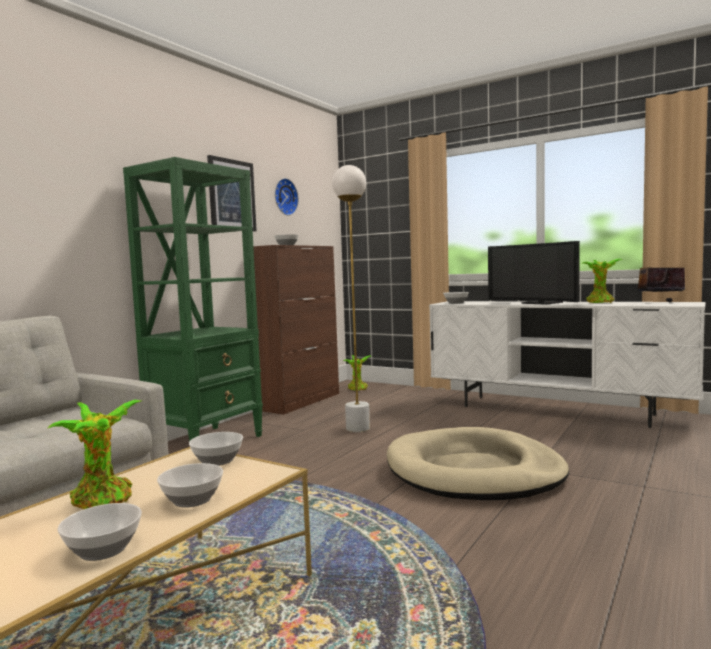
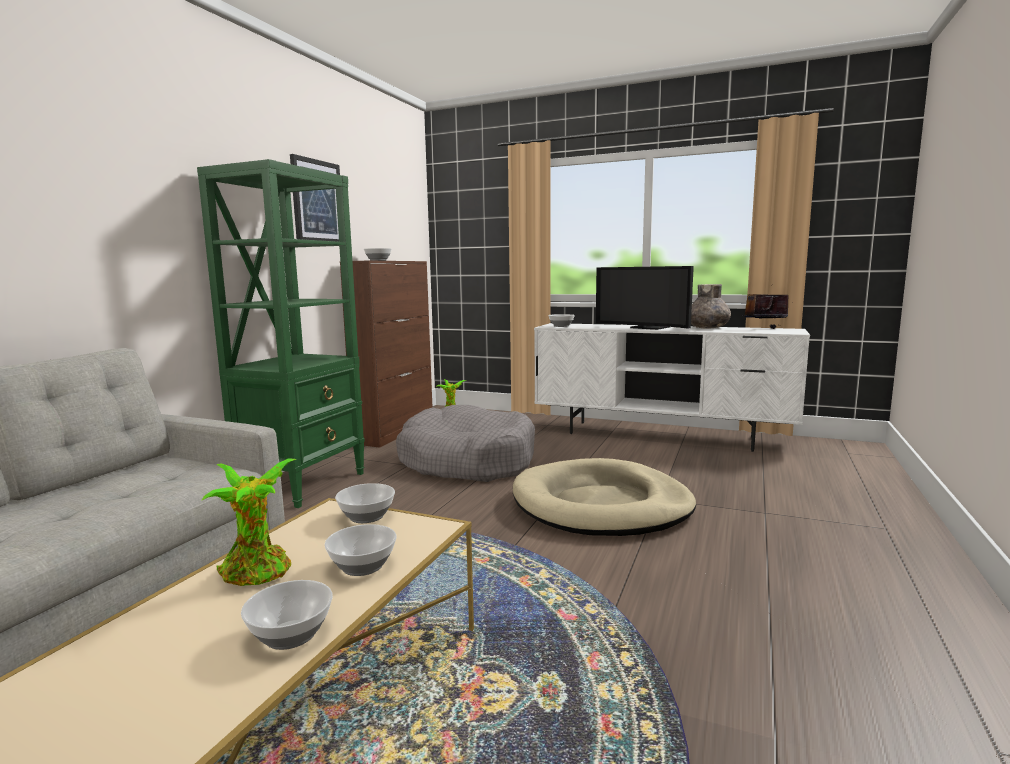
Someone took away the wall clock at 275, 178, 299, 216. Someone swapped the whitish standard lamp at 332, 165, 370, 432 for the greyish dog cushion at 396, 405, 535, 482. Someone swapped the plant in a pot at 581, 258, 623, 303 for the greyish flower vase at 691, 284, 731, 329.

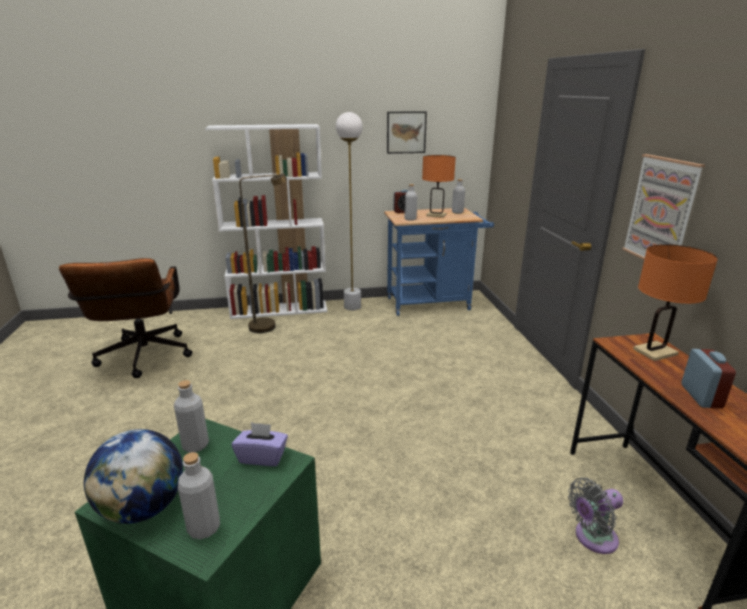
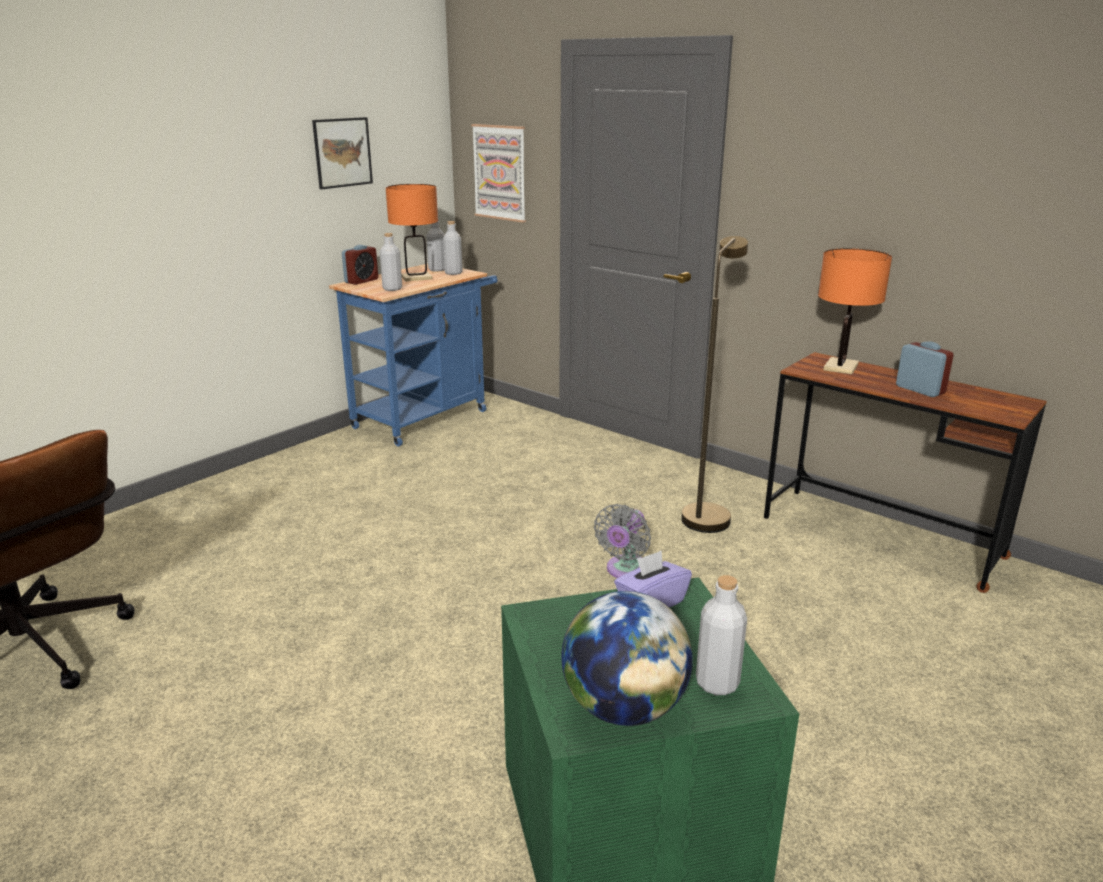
Someone carried the greyish beverage bottle from 174, 380, 209, 453 to 443, 221, 462, 275. Someone took away the whitish bookshelf at 205, 124, 327, 319. Someone carried the brownish standard lamp from 239, 174, 287, 333 to 681, 236, 748, 533. Someone took away the whitish standard lamp at 336, 112, 363, 311. Someone carried the greyish electric fan from 568, 478, 623, 554 to 594, 504, 651, 578. Someone carried the picture from 622, 154, 705, 260 to 471, 124, 526, 222.

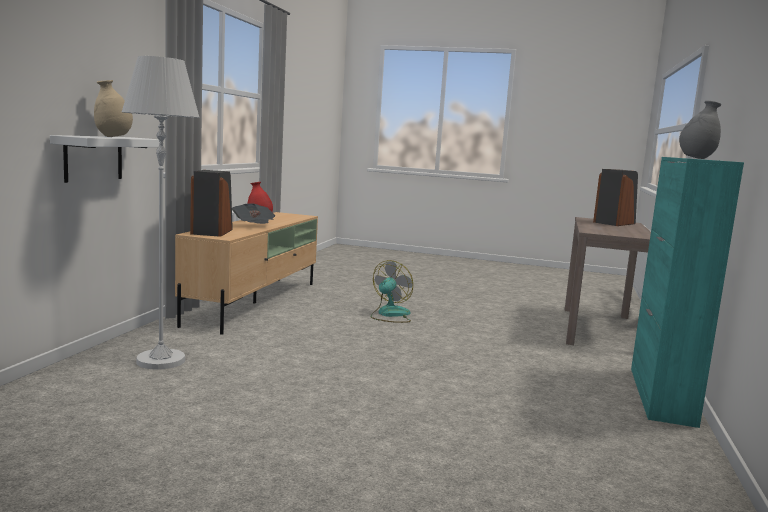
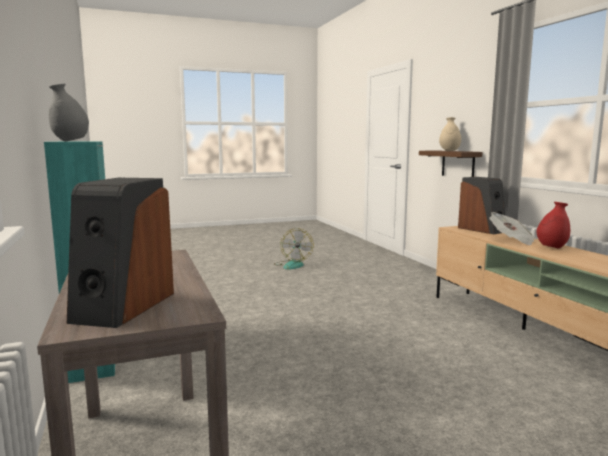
Someone repainted the whitish shelf at 50, 135, 163, 183, which became the brownish shelf at 419, 151, 483, 177. Someone took away the whitish standard lamp at 122, 56, 199, 370. Someone carried the electric fan from 371, 260, 413, 323 to 274, 228, 314, 269.

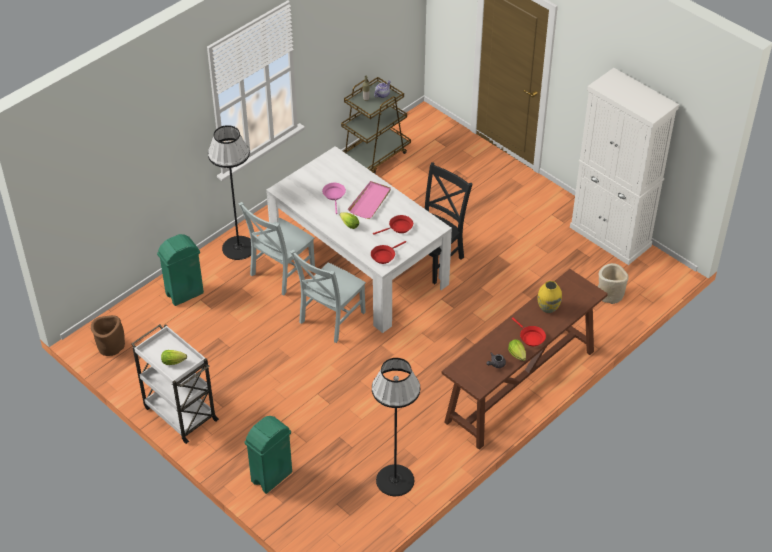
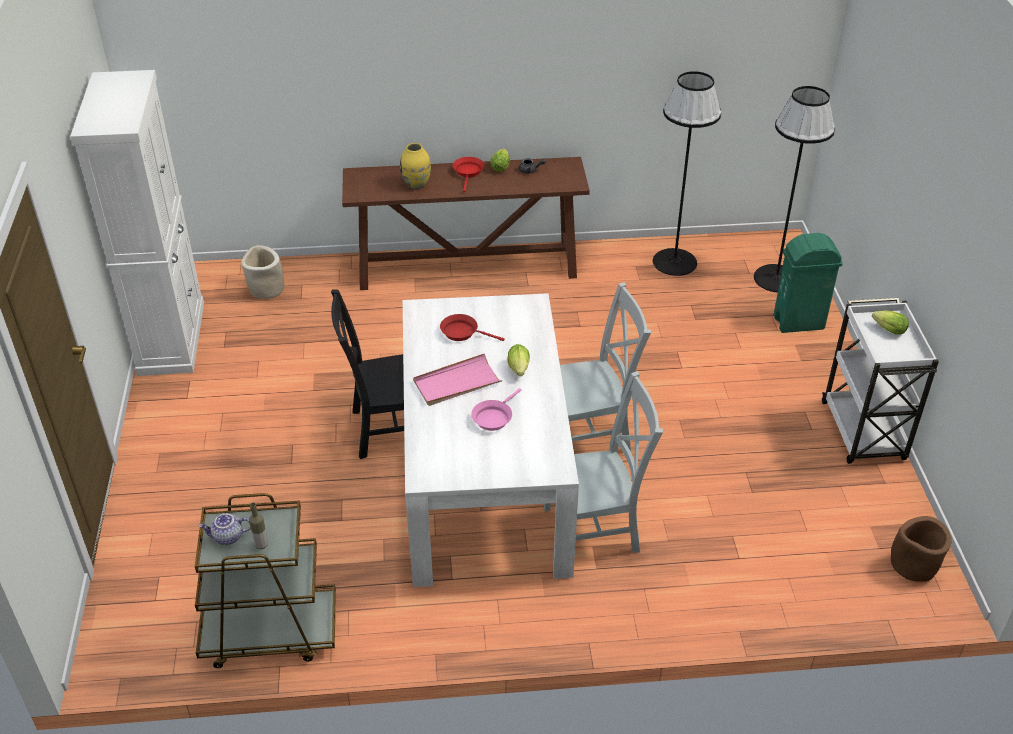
Someone took away the green trash can at 157, 234, 204, 306. Someone carried the black standard lamp from 208, 125, 251, 260 to 754, 86, 835, 292. Someone took away the red-coloured frying pan at 371, 241, 406, 264.

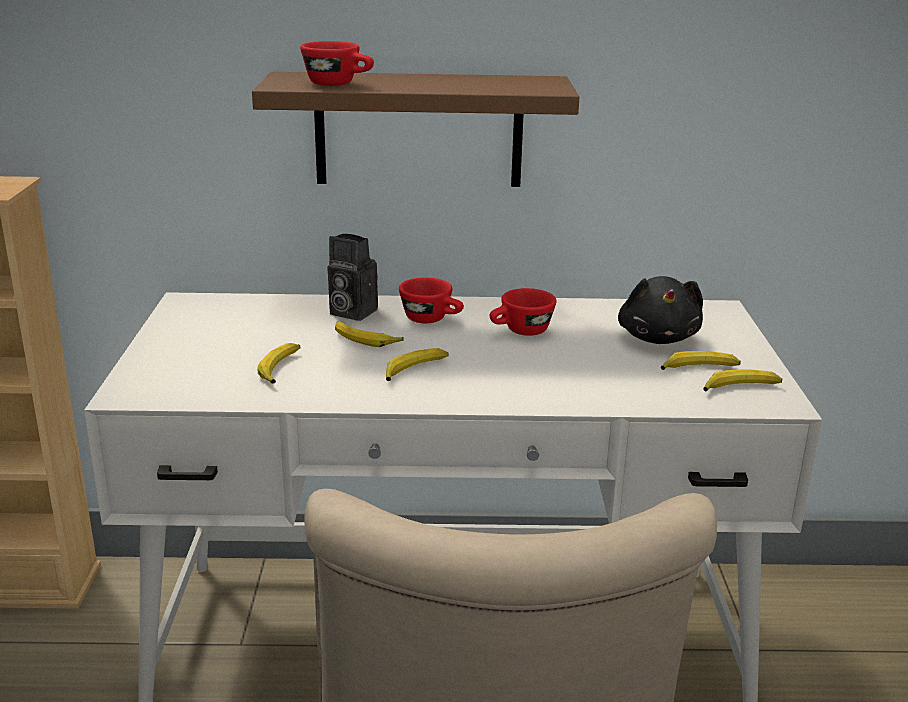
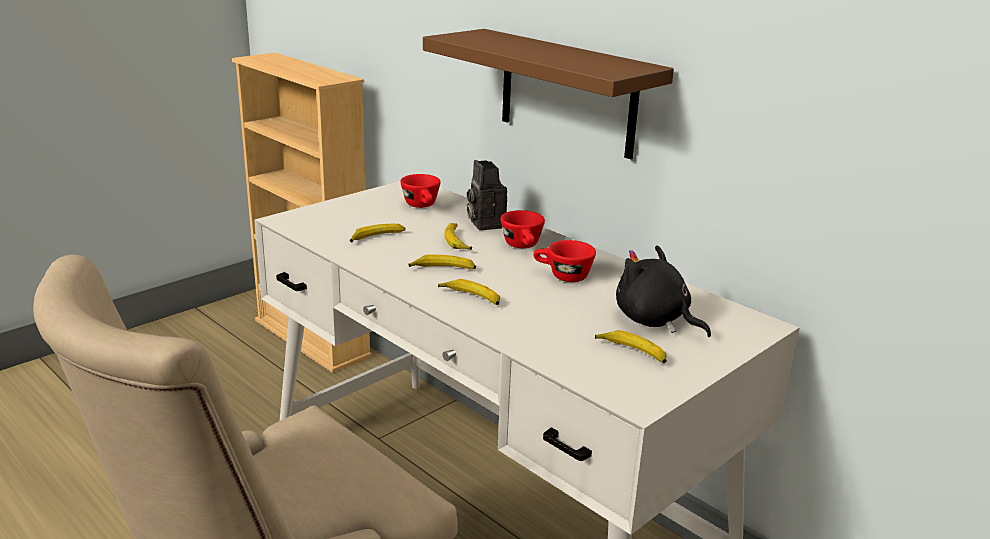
Someone carried the red-coloured small cup from 300, 41, 374, 86 to 400, 174, 441, 208. Someone rotated the black plush toy at 618, 276, 703, 344 by 90 degrees clockwise. Someone carried the banana fruit from 703, 369, 783, 391 to 438, 279, 500, 305.

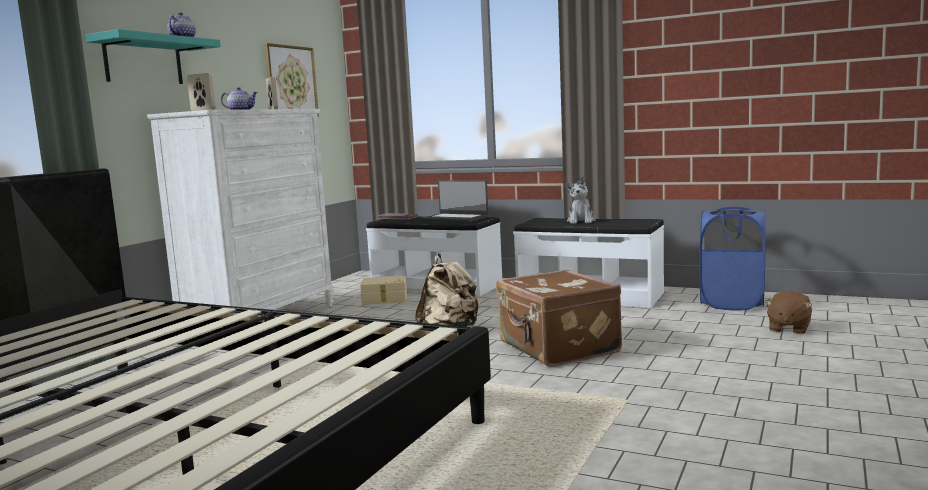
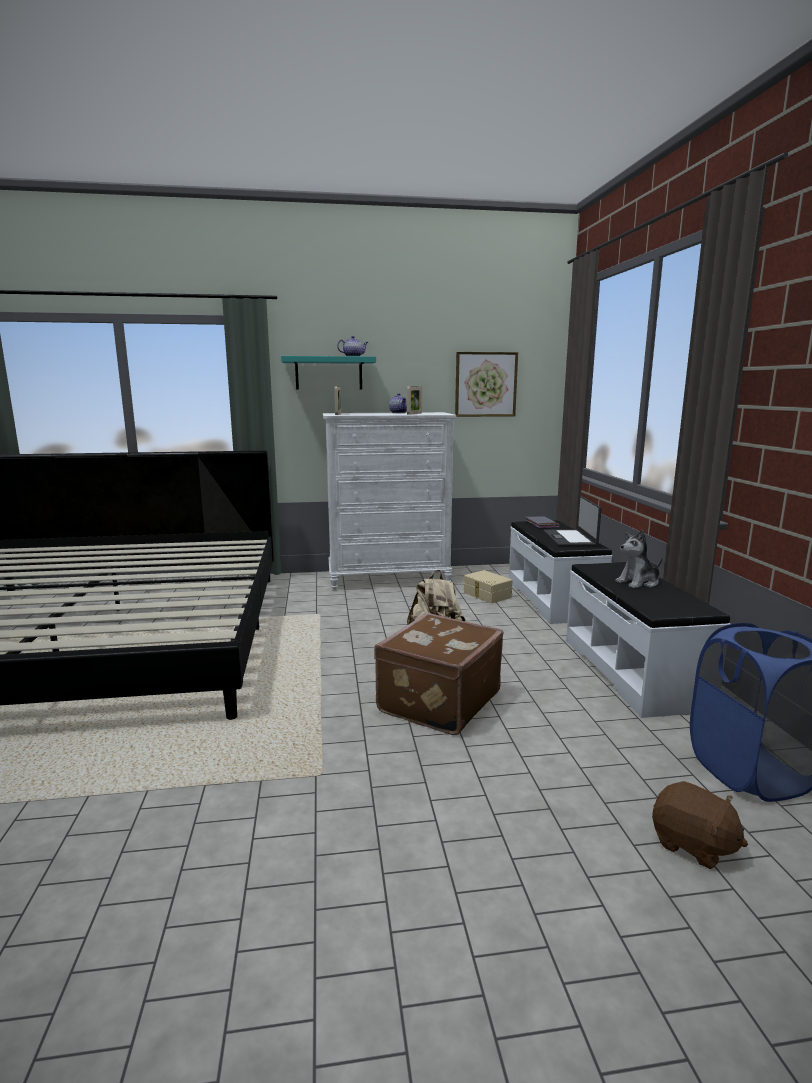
Someone rotated the brownish plush toy at 765, 291, 812, 334 by 135 degrees counterclockwise.

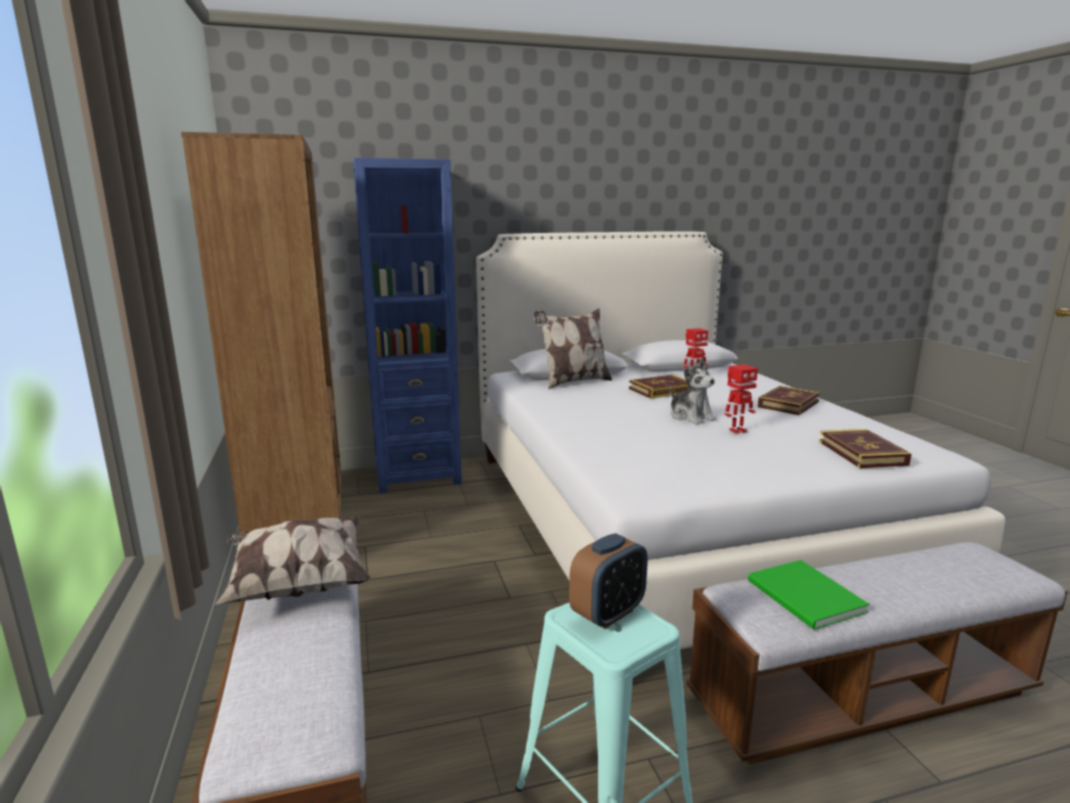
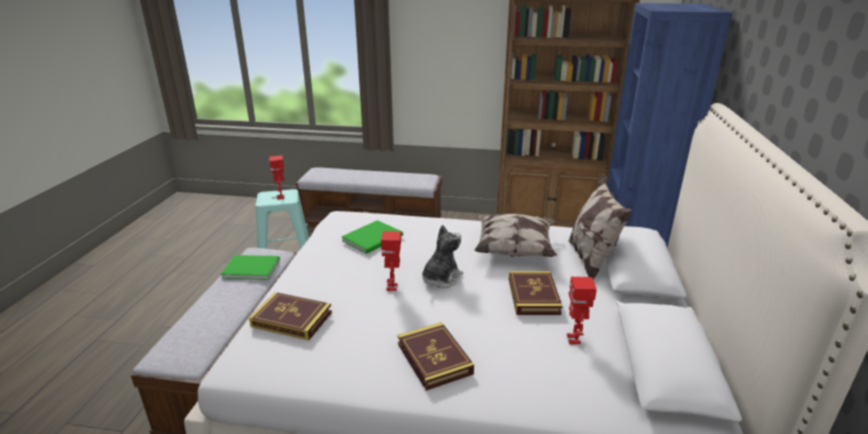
Someone carried the pillow from 215, 517, 371, 605 to 474, 213, 557, 257. Someone swapped the alarm clock at 569, 533, 648, 629 for the robot figure at 269, 155, 285, 200. Someone rotated the plush toy at 670, 358, 716, 424 by 135 degrees clockwise. Someone put down the green book at 341, 220, 403, 254.

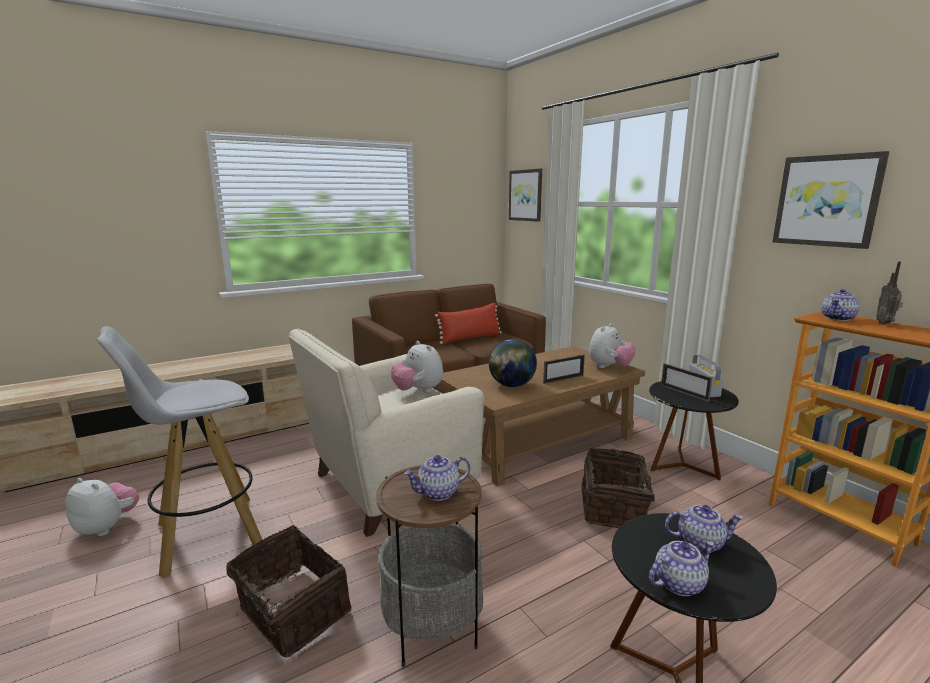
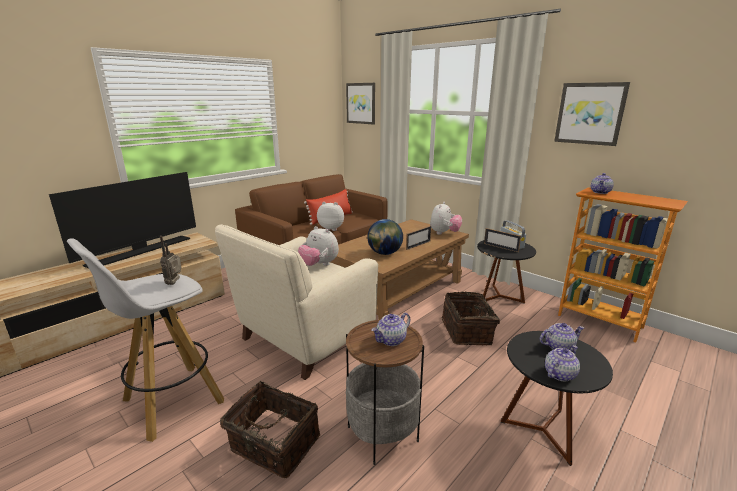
Someone carried the plush toy from 65, 478, 139, 536 to 317, 202, 344, 231. Someone carried the radio from 876, 262, 903, 325 to 160, 236, 182, 285. Someone put down the television at 49, 172, 196, 269.

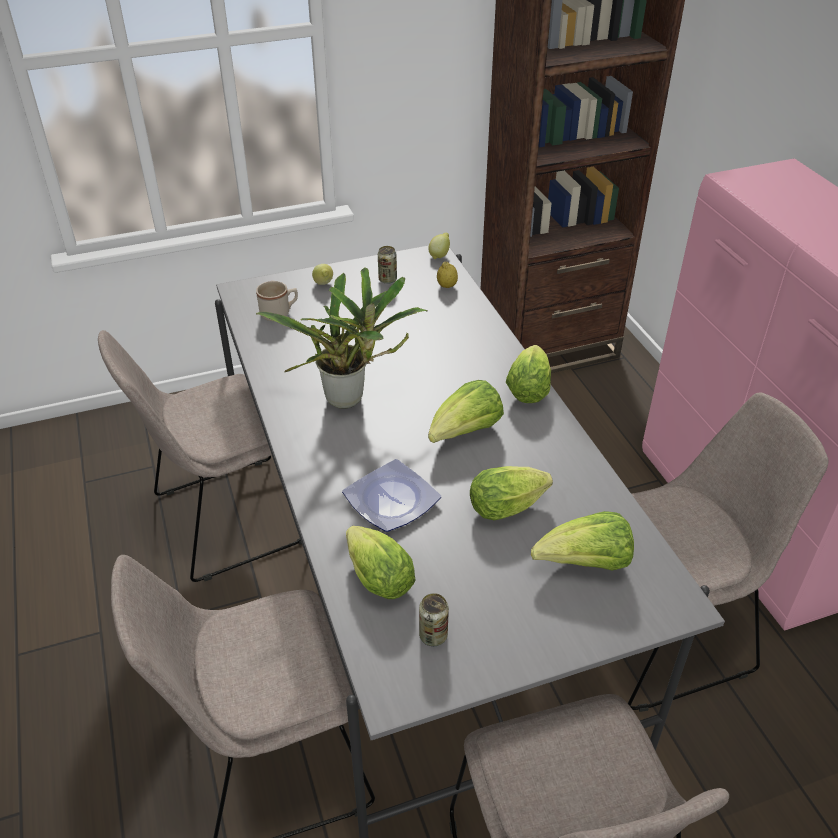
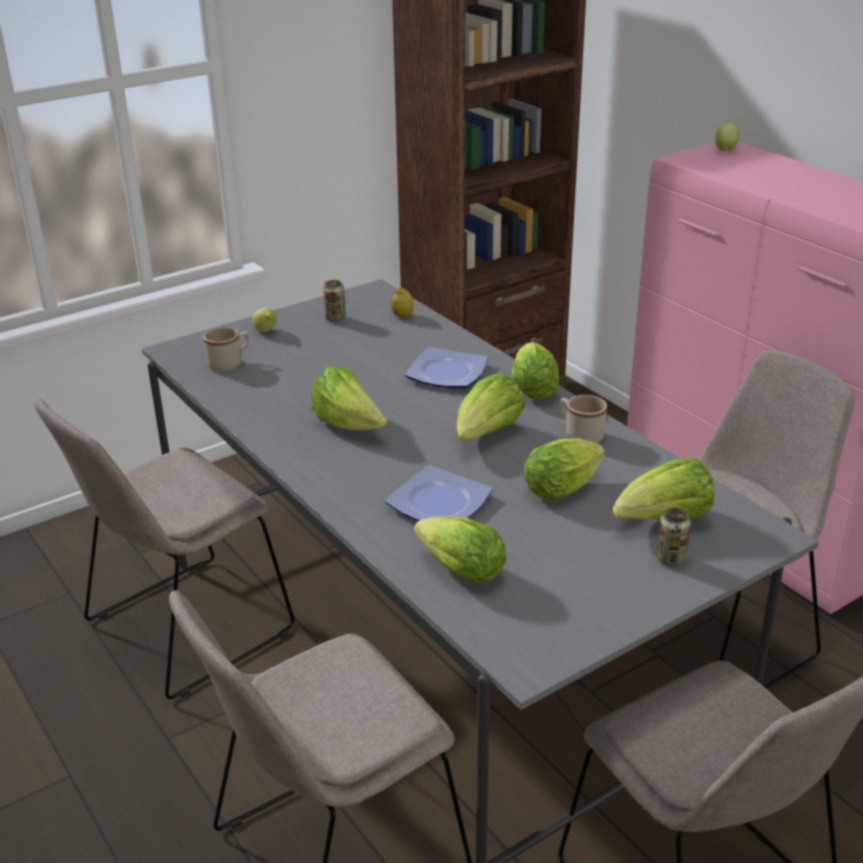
Someone swapped the plant in a pot at 256, 267, 428, 409 for the lettuce head at 311, 366, 387, 431. Someone carried the can from 419, 593, 449, 646 to 656, 508, 691, 566. Someone carried the whole lemon from 428, 233, 450, 259 to 715, 121, 739, 152. Someone put down the plate at 405, 347, 488, 388. Someone put down the sand-coloured coffee mug at 560, 395, 607, 443.

